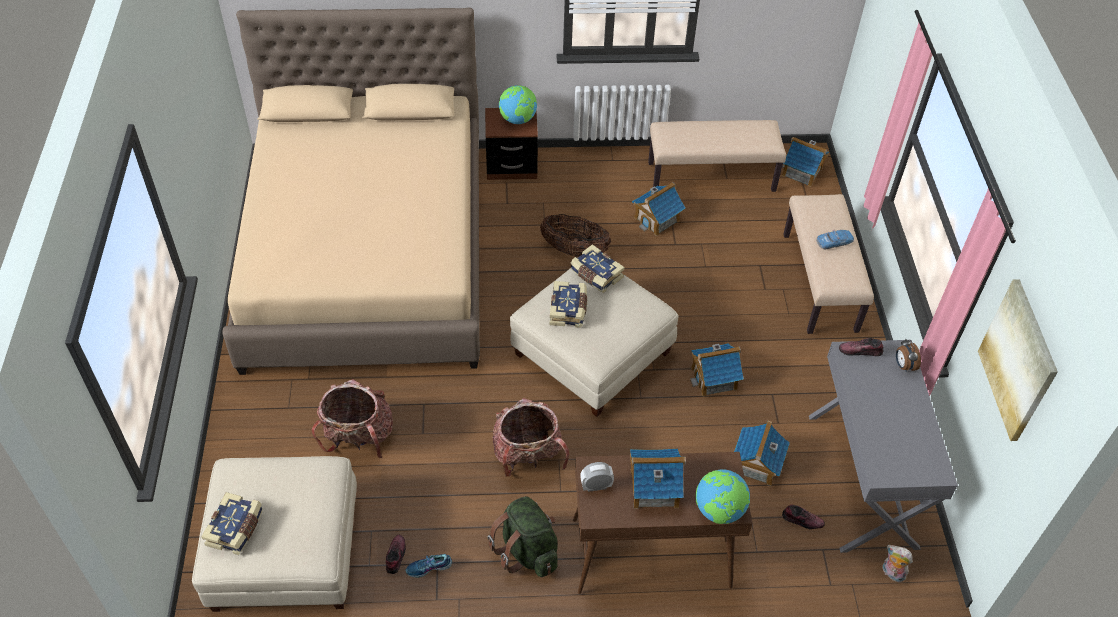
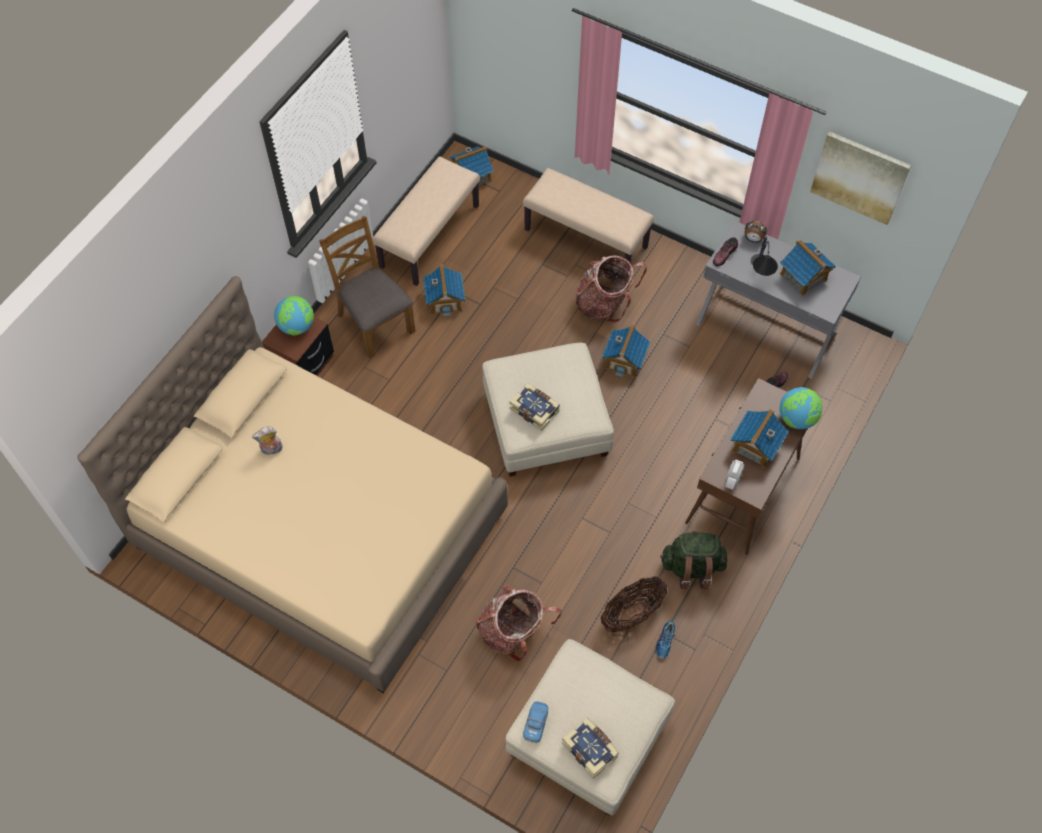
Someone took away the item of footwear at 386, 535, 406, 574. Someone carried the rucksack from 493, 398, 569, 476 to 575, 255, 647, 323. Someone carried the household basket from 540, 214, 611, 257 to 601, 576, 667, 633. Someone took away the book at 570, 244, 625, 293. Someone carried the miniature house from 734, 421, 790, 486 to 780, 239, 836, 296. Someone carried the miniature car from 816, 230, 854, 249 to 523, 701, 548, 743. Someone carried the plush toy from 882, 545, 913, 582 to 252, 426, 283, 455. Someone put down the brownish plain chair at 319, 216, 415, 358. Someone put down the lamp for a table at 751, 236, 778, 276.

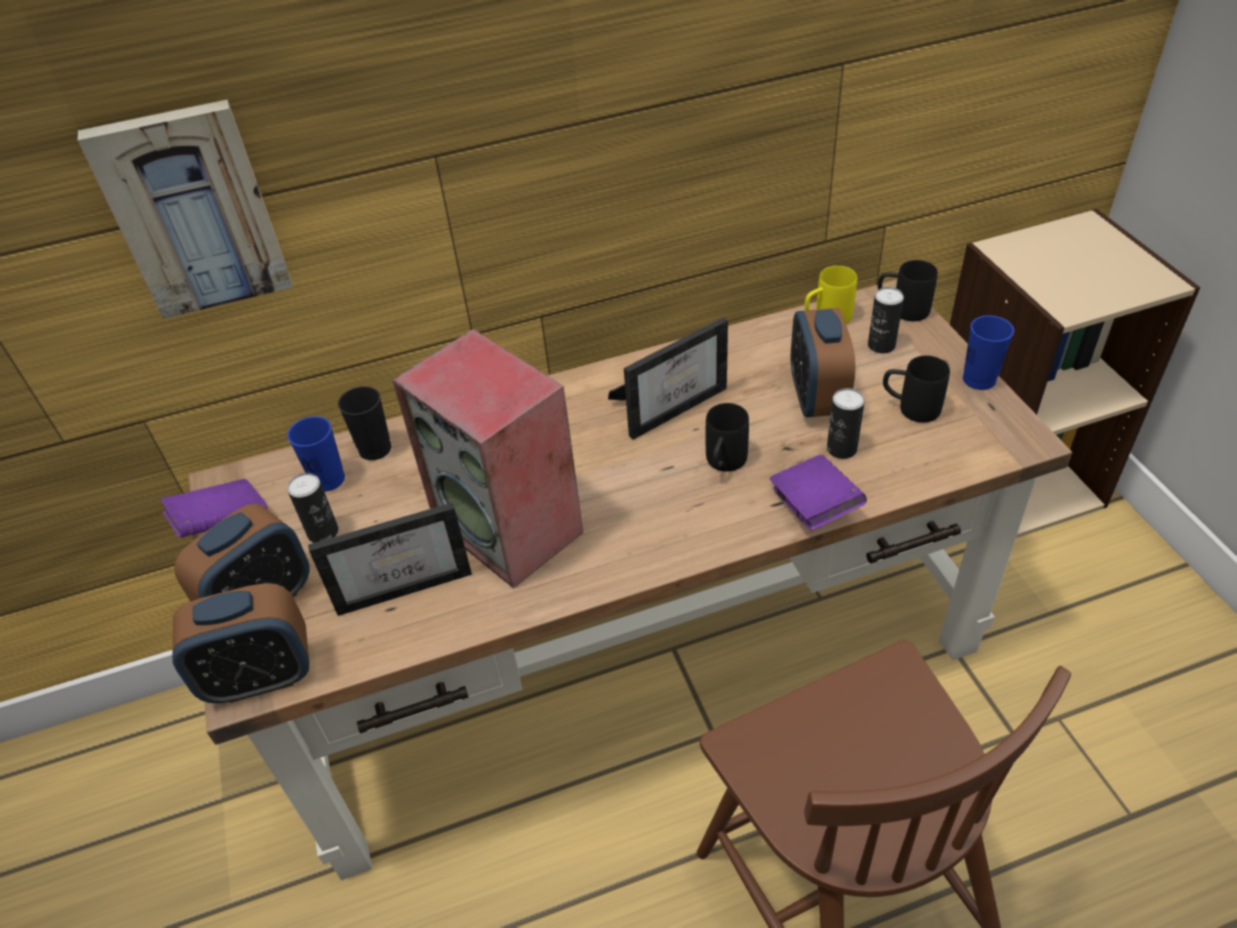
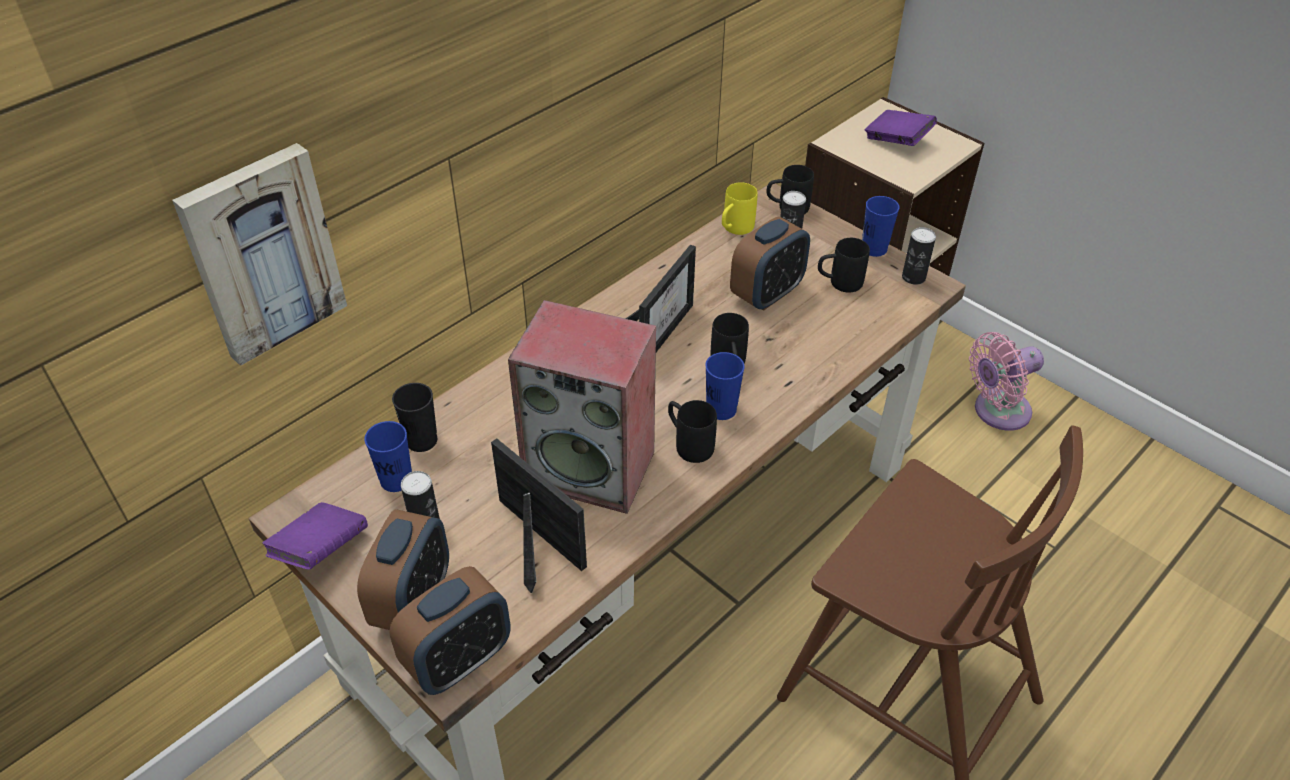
Someone rotated the picture frame at 308, 502, 472, 616 by 90 degrees counterclockwise. Someone carried the purple book from 769, 455, 867, 531 to 865, 110, 937, 146. Someone rotated the alarm clock at 791, 308, 855, 417 by 105 degrees counterclockwise. Someone carried the can from 827, 388, 865, 459 to 902, 227, 936, 285. Someone put down the black coffee mug at 668, 400, 717, 463. Someone put down the blue-coloured small cup at 705, 352, 745, 420. Someone put down the pink electric fan at 969, 332, 1044, 431.

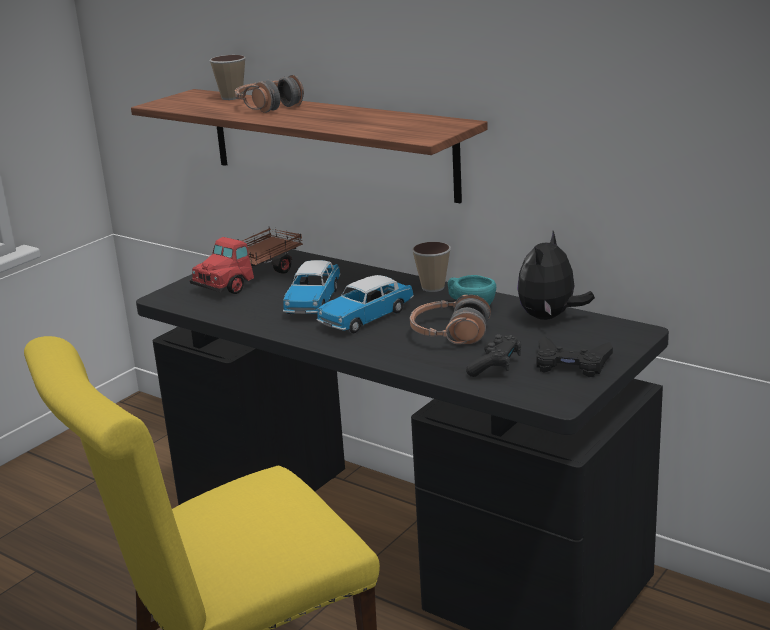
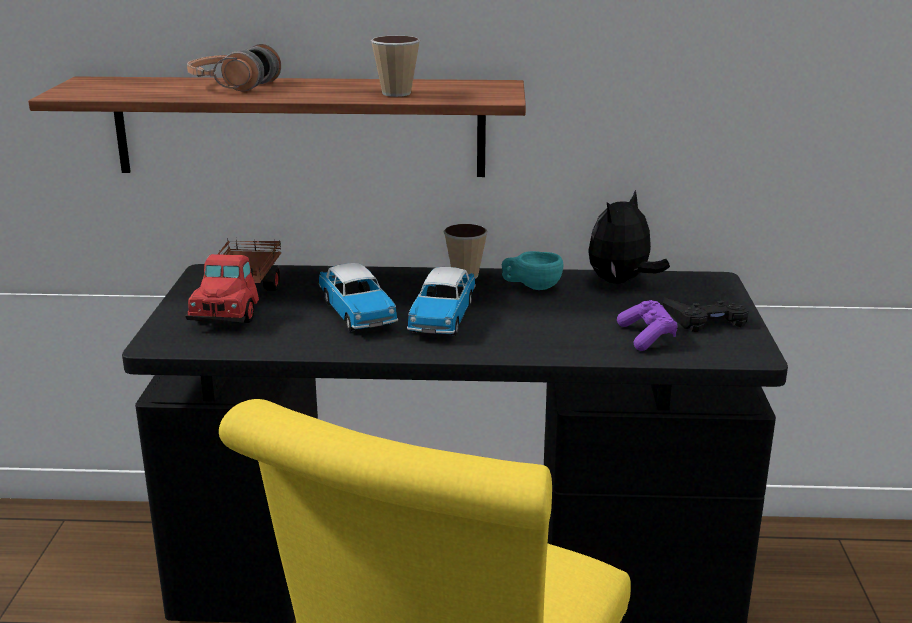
Someone carried the small cup from 210, 55, 246, 100 to 371, 36, 420, 97. Someone took away the headset at 410, 295, 491, 344. Someone repainted the black gamepad at 466, 334, 521, 377, which became the purple gamepad at 617, 300, 678, 351. Someone rotated the plush toy at 517, 231, 595, 320 by 45 degrees clockwise.

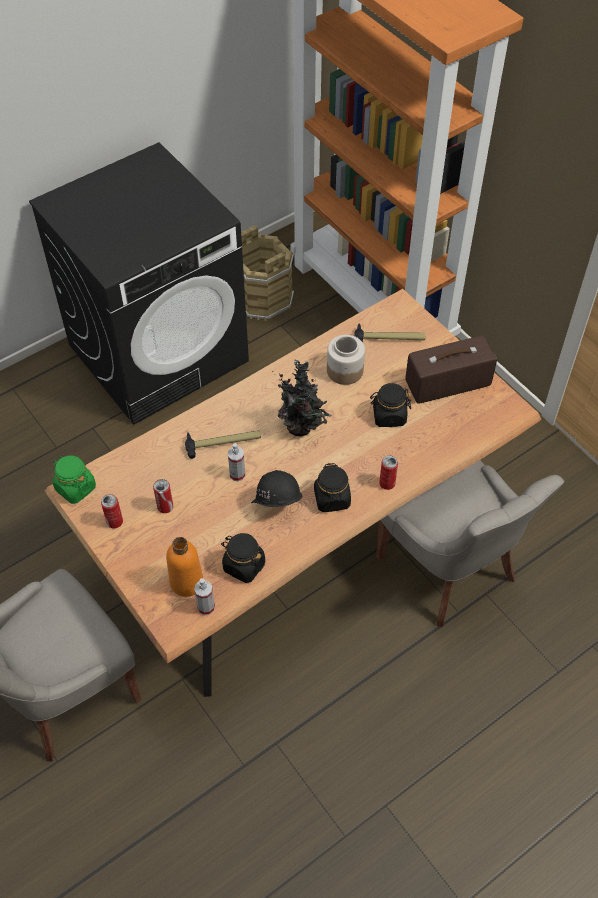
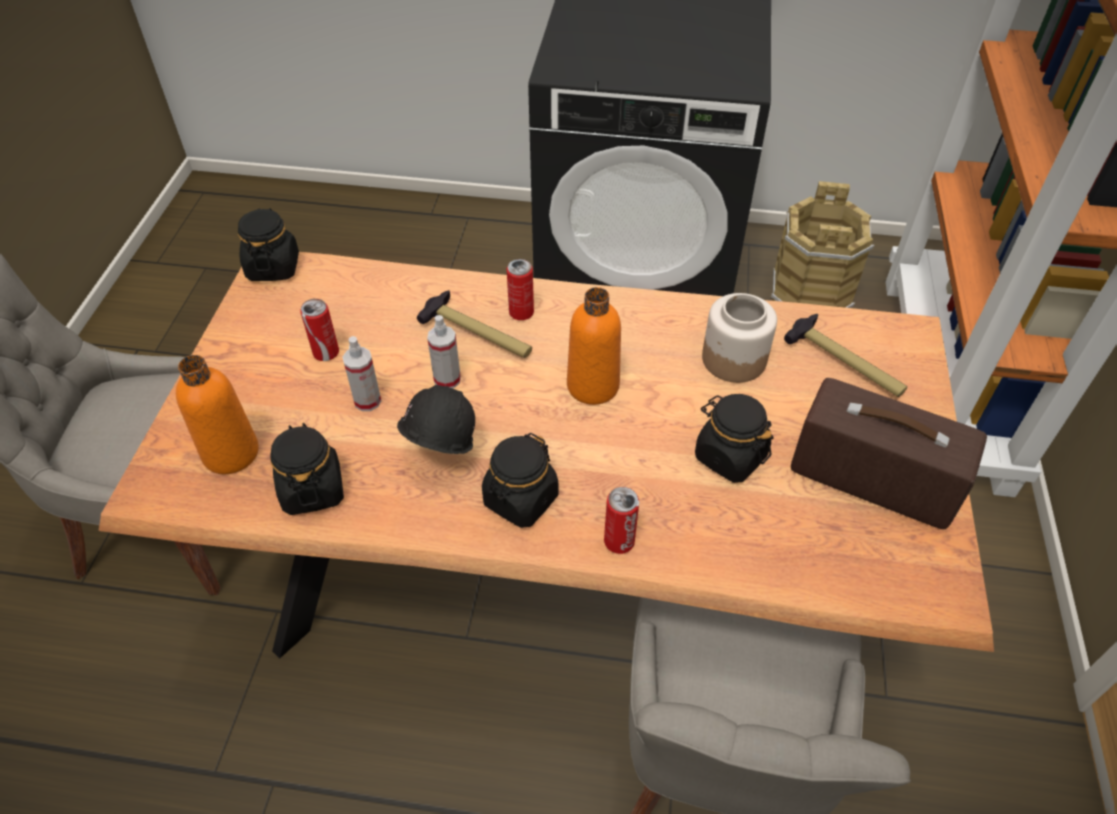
Someone repainted the green preserve jar at 53, 456, 96, 504, which became the black preserve jar at 238, 208, 299, 281. Someone carried the can from 101, 494, 123, 528 to 507, 259, 534, 320. Someone carried the sprayer from 194, 578, 215, 615 to 343, 336, 381, 411. Someone swapped the plant in a pot at 272, 359, 331, 436 for the orange beverage bottle at 567, 287, 621, 405.

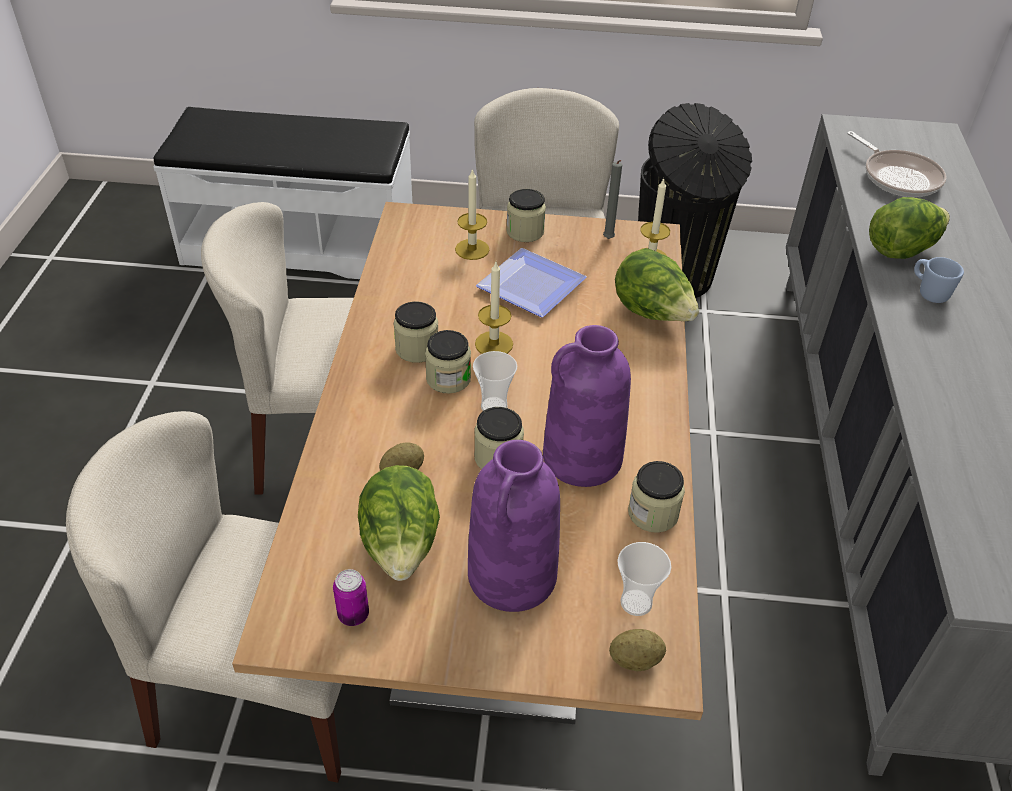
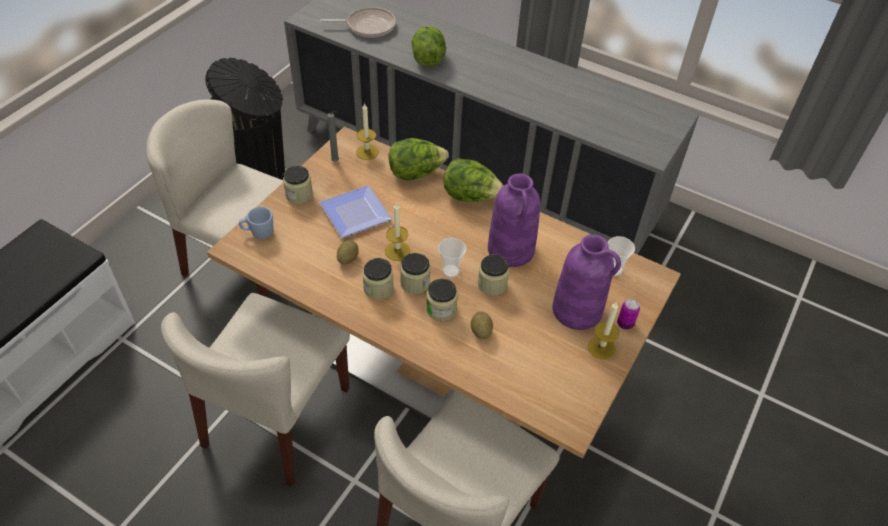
Someone carried the can from 333, 569, 369, 626 to 617, 298, 640, 330. Someone carried the lettuce head from 358, 465, 440, 581 to 444, 158, 504, 202. Someone carried the candle from 455, 168, 490, 260 to 588, 302, 619, 360. Someone carried the spud from 609, 629, 666, 671 to 337, 240, 359, 265. Someone carried the preserve jar from 628, 461, 685, 533 to 426, 279, 458, 321. Someone carried the blue-coloured coffee mug from 914, 257, 964, 303 to 239, 207, 273, 239.

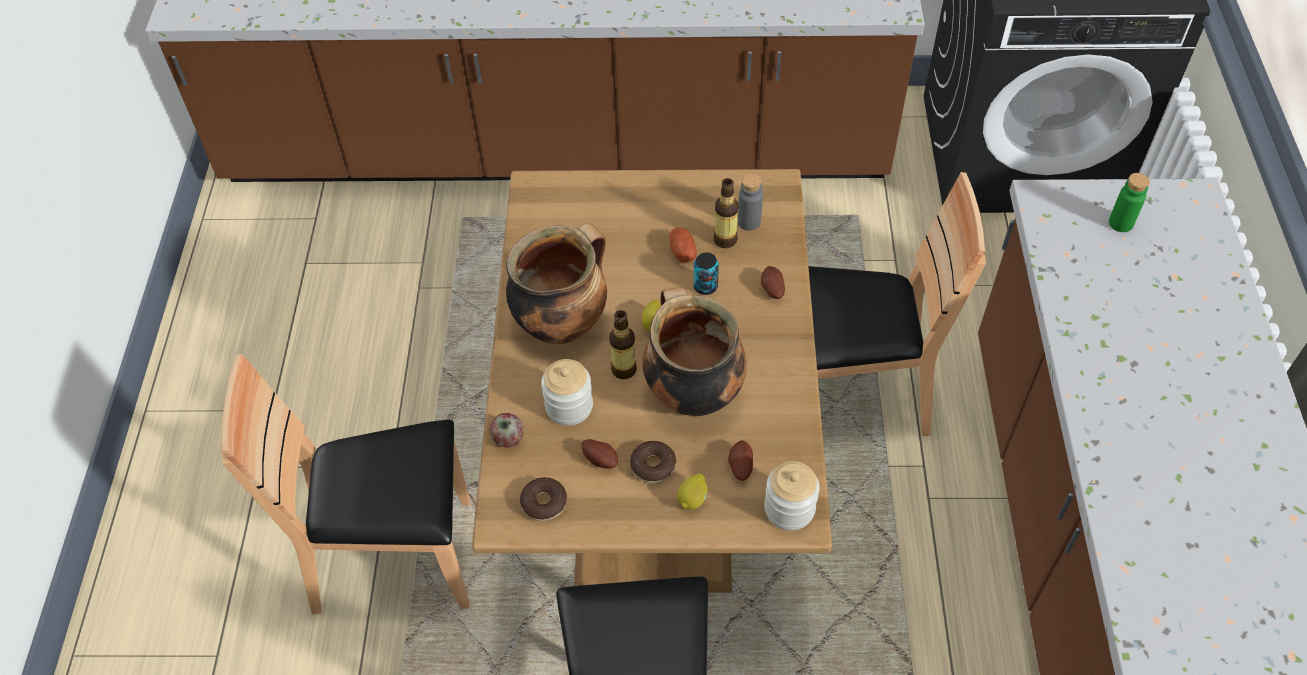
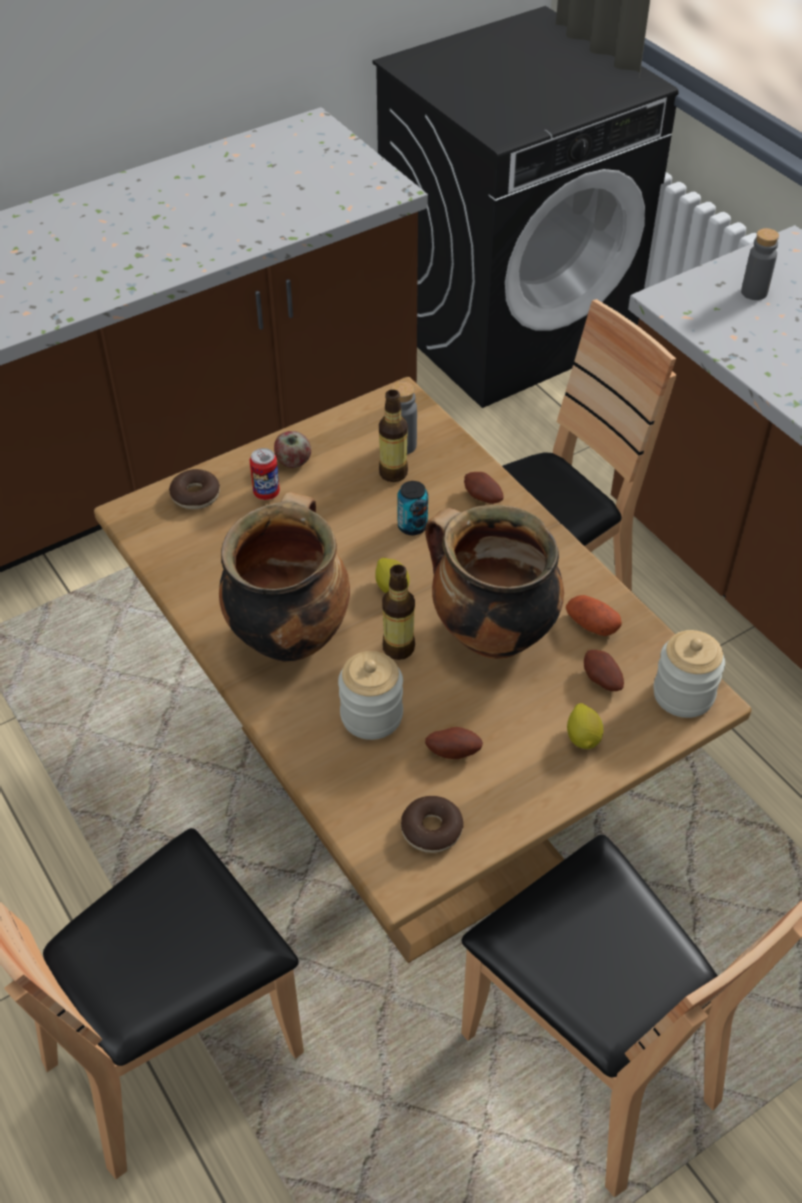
Someone carried the apple from 489, 413, 523, 447 to 274, 431, 311, 468. Someone carried the donut from 630, 441, 676, 483 to 169, 469, 220, 509. Someone carried the spud from 669, 228, 697, 263 to 566, 595, 622, 636. Someone repainted the green beverage bottle at 1109, 173, 1150, 232, which became the greyish beverage bottle at 741, 228, 779, 300. Someone put down the can at 250, 448, 280, 500.

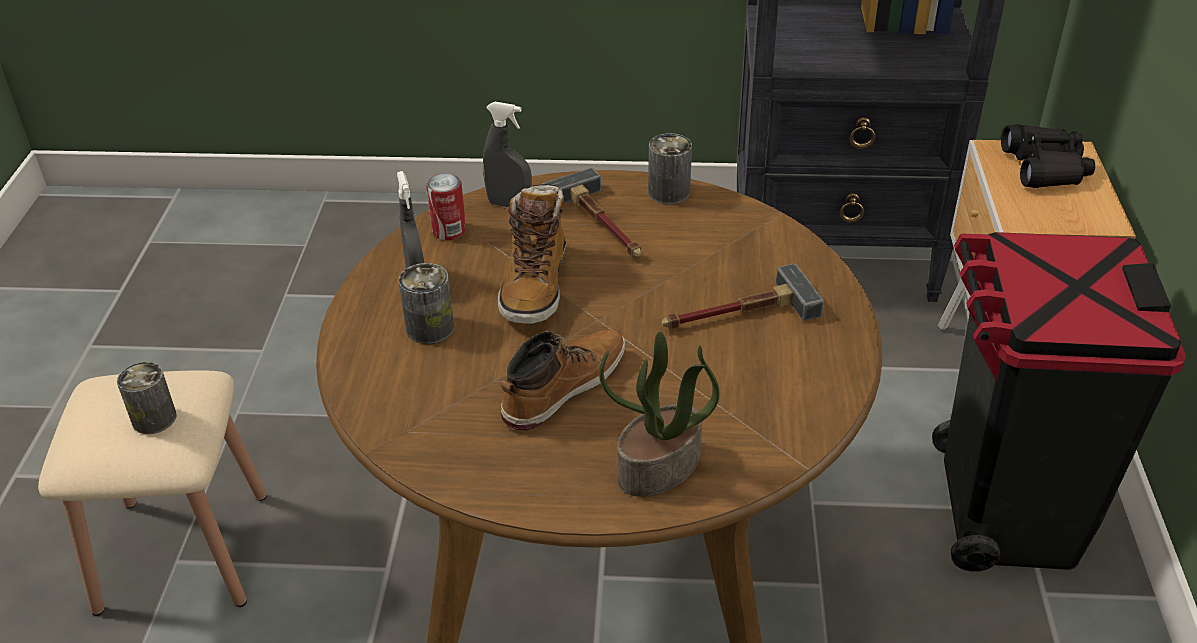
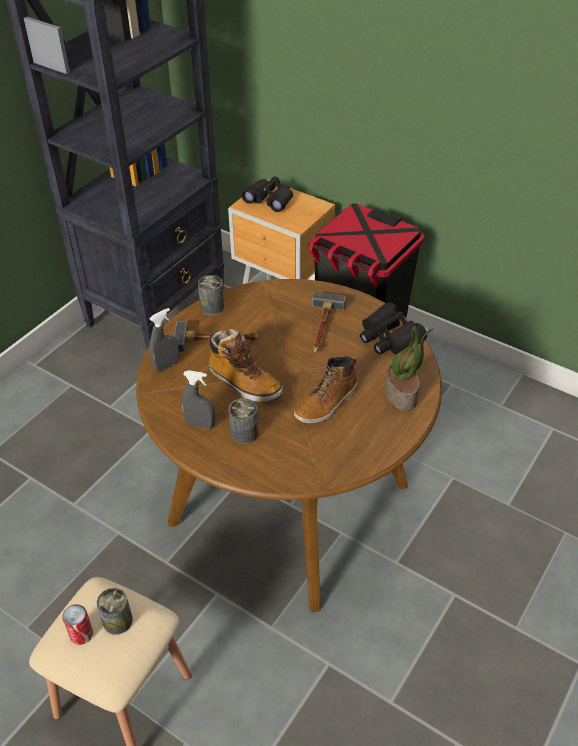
Someone carried the can from 426, 173, 466, 240 to 62, 604, 93, 645. Someone rotated the boot at 501, 330, 625, 431 by 120 degrees counterclockwise. Someone put down the black field glasses at 360, 302, 427, 355.

